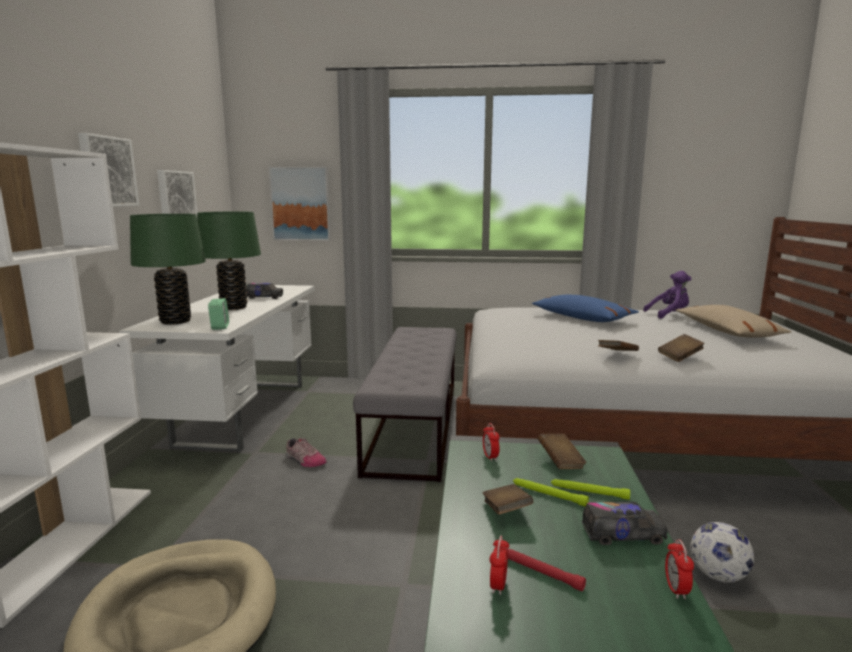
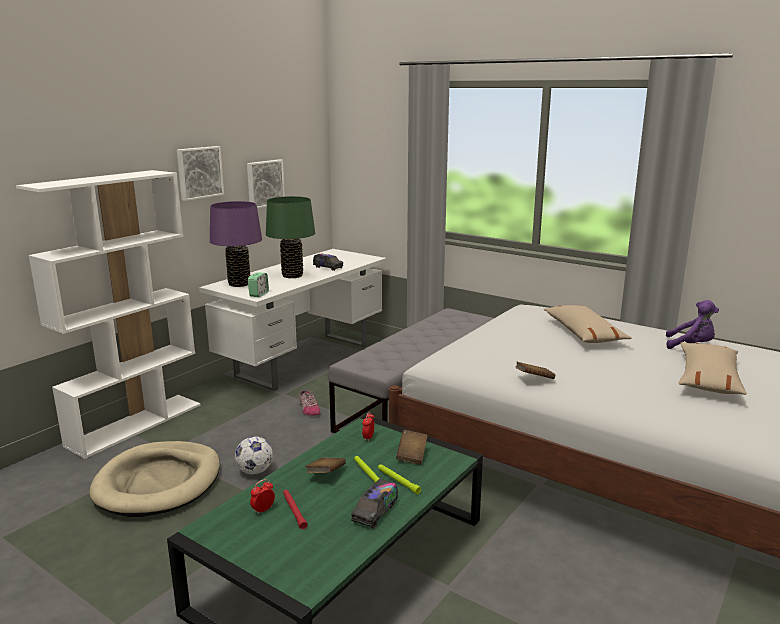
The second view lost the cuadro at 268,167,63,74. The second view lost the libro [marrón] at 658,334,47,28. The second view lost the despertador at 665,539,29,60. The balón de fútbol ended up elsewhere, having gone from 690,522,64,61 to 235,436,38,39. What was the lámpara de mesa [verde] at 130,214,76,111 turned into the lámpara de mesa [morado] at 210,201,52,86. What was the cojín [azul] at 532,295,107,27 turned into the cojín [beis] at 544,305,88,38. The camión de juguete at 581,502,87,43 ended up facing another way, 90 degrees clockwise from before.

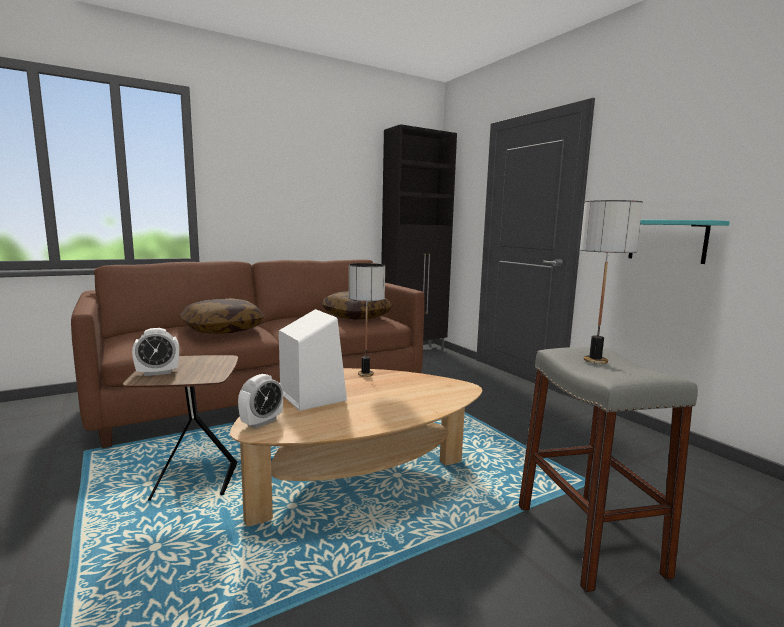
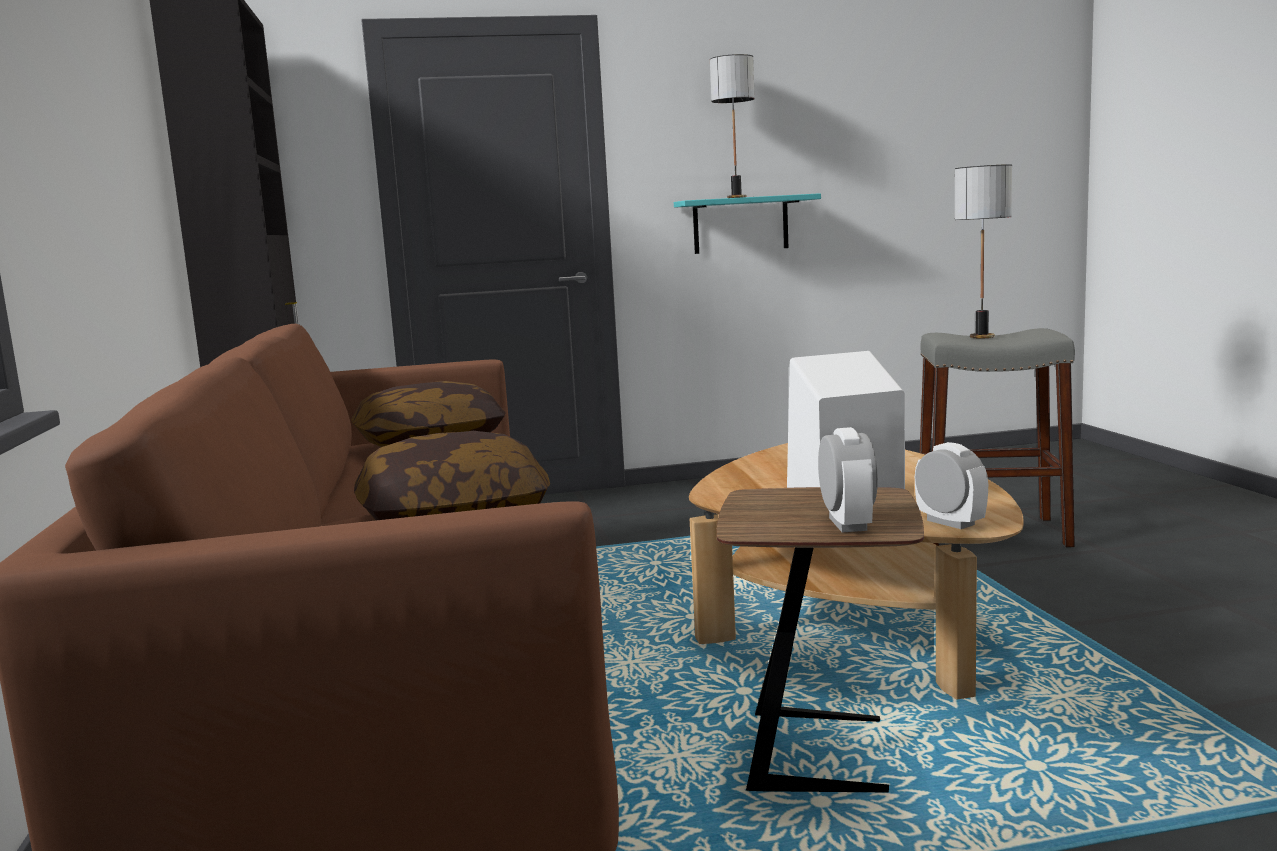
The lámpara de mesa ended up elsewhere, having gone from 349,263,36,114 to 710,54,45,144.

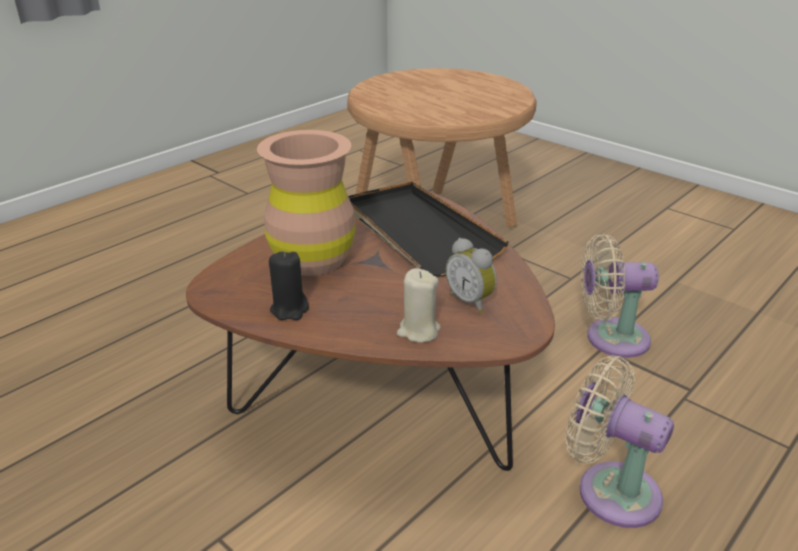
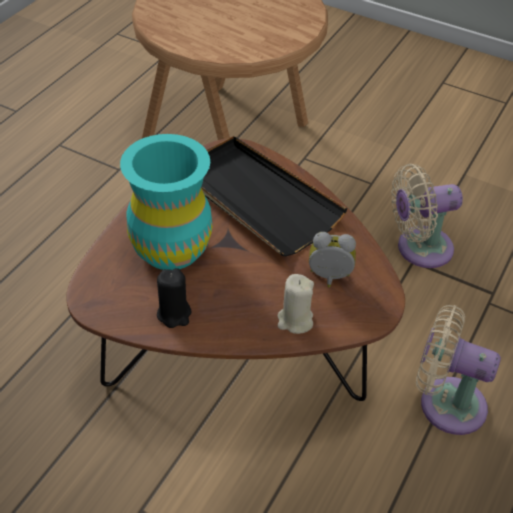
What was the florero [marrón] at 257,130,99,146 turned into the florero [turquesa] at 120,134,93,136. The despertador at 446,238,51,75 ended up facing another way, 150 degrees clockwise from before.

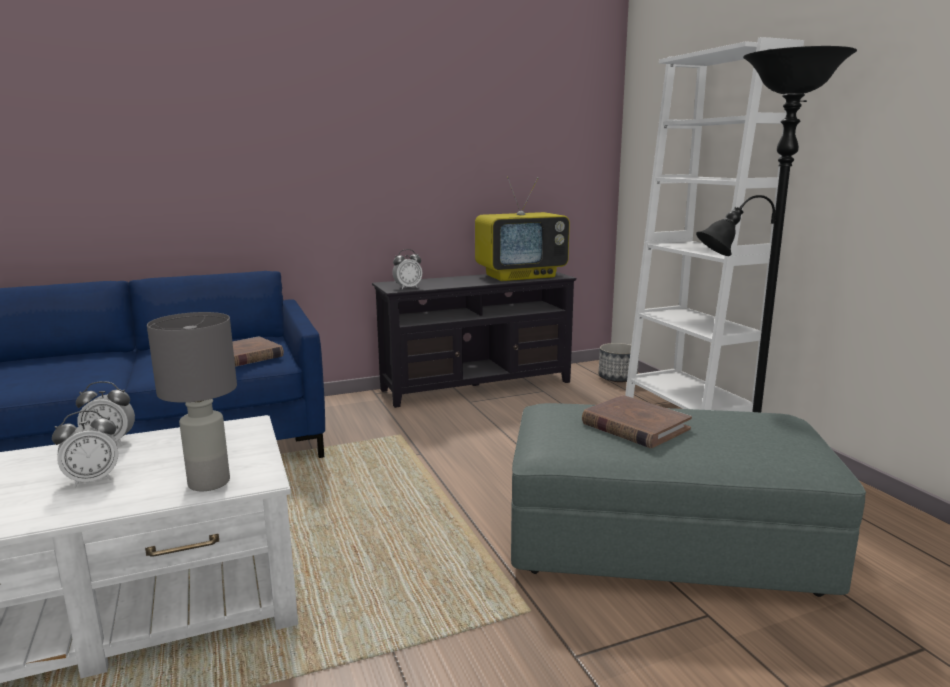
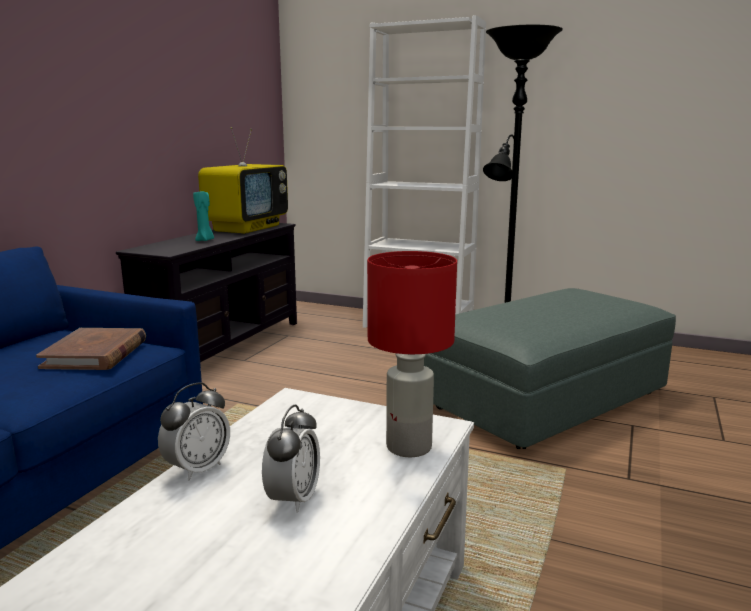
The second view lost the despertador at 392,249,30,40. The second view lost the libro [marrón] at 582,395,110,53. The second view lost the maceta at 599,343,40,39. The second view gained the vela [turquesa] at 193,191,21,50. What was the lámpara de mesa [gris] at 147,312,90,179 turned into the lámpara de mesa [rojo] at 367,251,90,206.

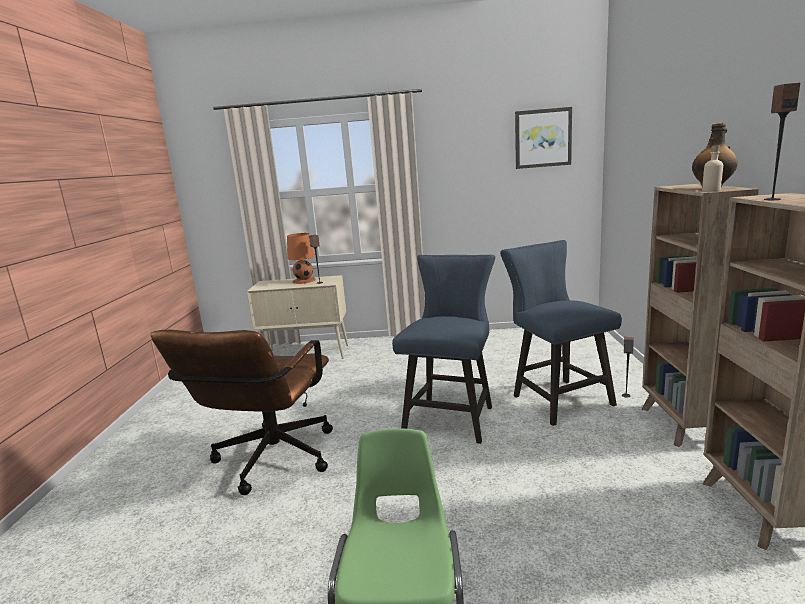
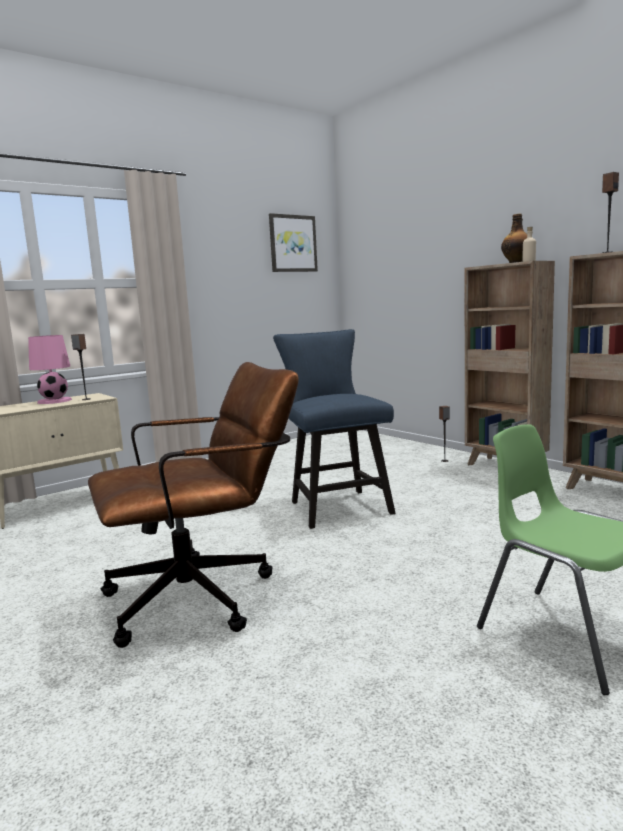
The second view lost the silla [azul] at 500,240,122,186. What was the lámpara de mesa [naranja] at 287,233,29,51 turned into the lámpara de mesa [rosa] at 28,335,44,69. The silla de oficina [marrón] at 150,329,183,166 ended up facing another way, 90 degrees counterclockwise from before.

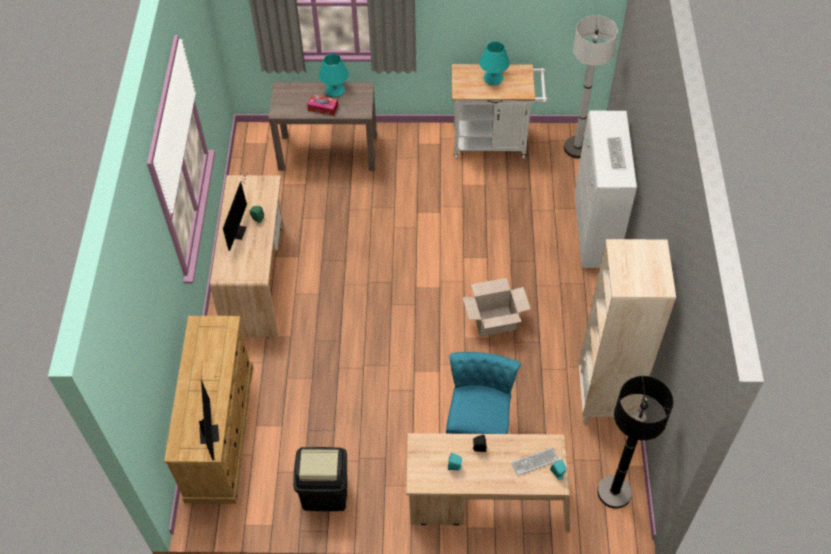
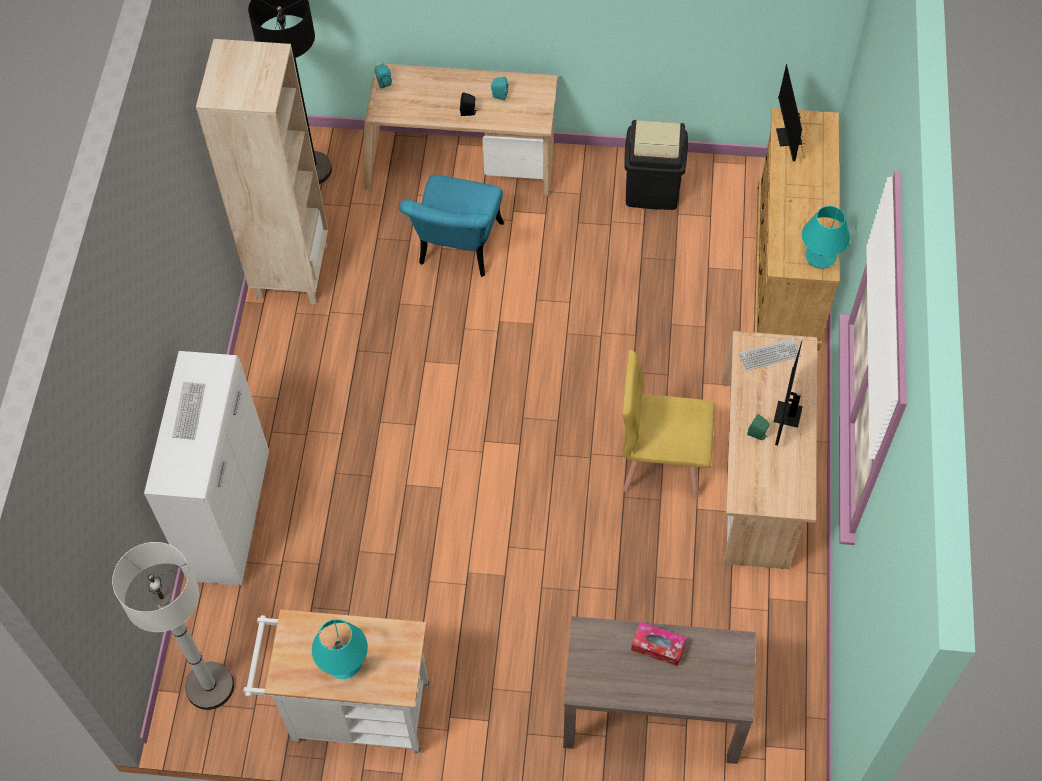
The second view lost the caja de cartón at 462,278,69,58. The second view gained the silla [amarillo] at 622,350,93,149. The lámpara de mesa [turquesa] ended up elsewhere, having gone from 319,54,30,43 to 802,206,48,63. The teclado ended up elsewhere, having gone from 511,447,49,29 to 739,338,62,33.

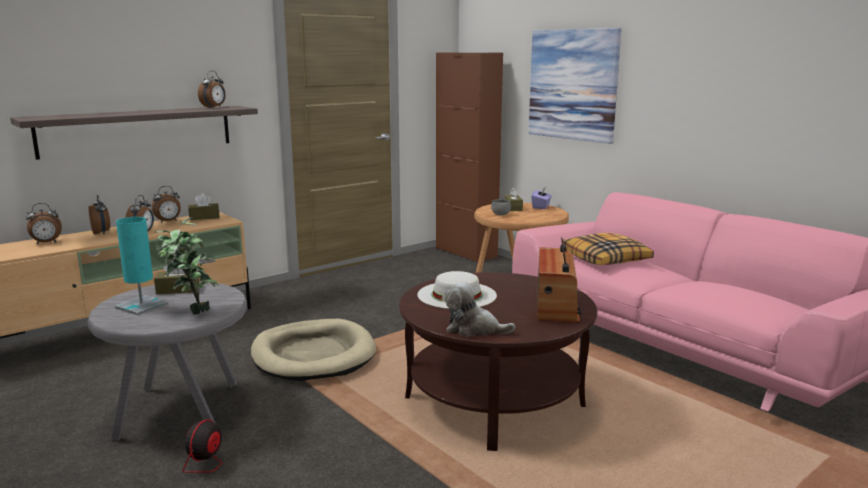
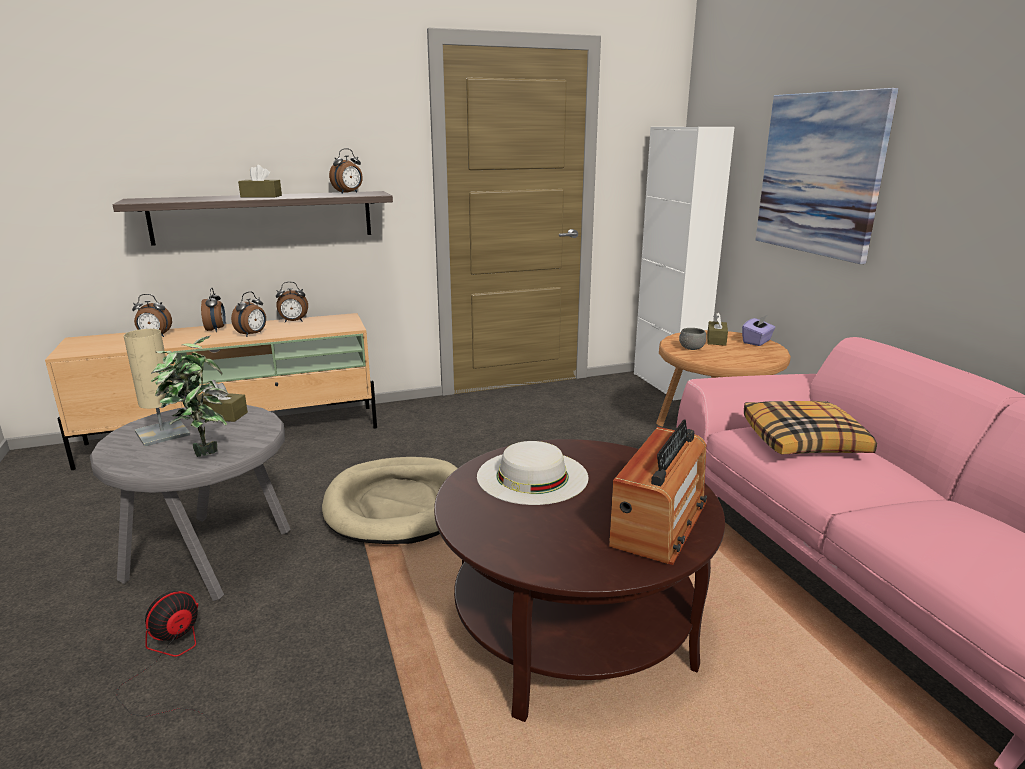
The second view lost the peluche at 444,282,71,55. The caja de pañuelos [marrón] ended up elsewhere, having gone from 188,193,32,27 to 238,165,44,33. What was the lámpara de mesa [turquesa] at 115,217,53,98 turned into the lámpara de mesa [beis] at 123,329,67,118. What was the armario [marrón] at 436,53,67,209 turned into the armario [blanco] at 634,127,100,273.

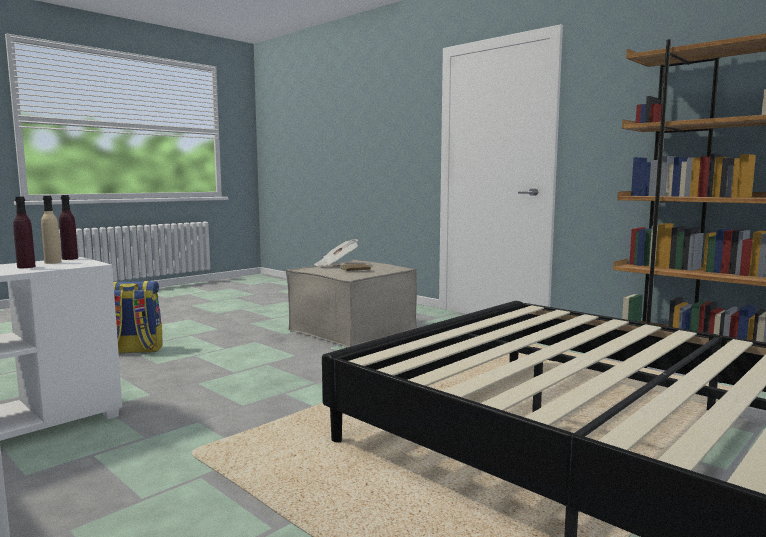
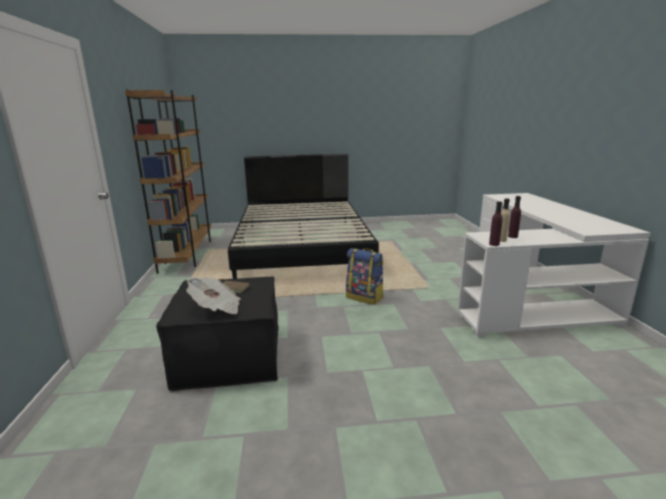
The mochila ended up elsewhere, having gone from 113,281,50,72 to 346,248,38,57. What was the puf [beis] at 286,260,131,88 turned into the puf [negro] at 156,276,123,115.

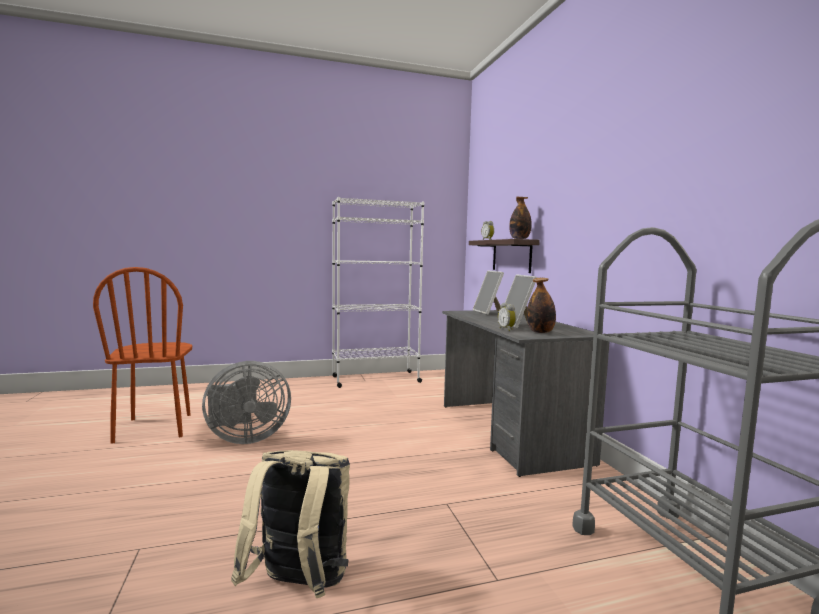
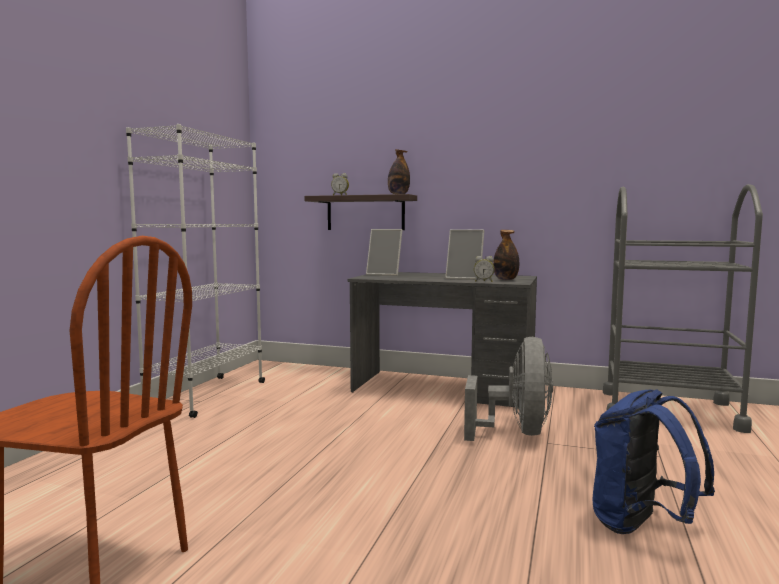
The ventilador [gris] ended up elsewhere, having gone from 202,361,89,83 to 464,337,89,104. What was the mochila [beis] at 231,450,119,148 turned into the mochila [azul] at 593,390,122,144.

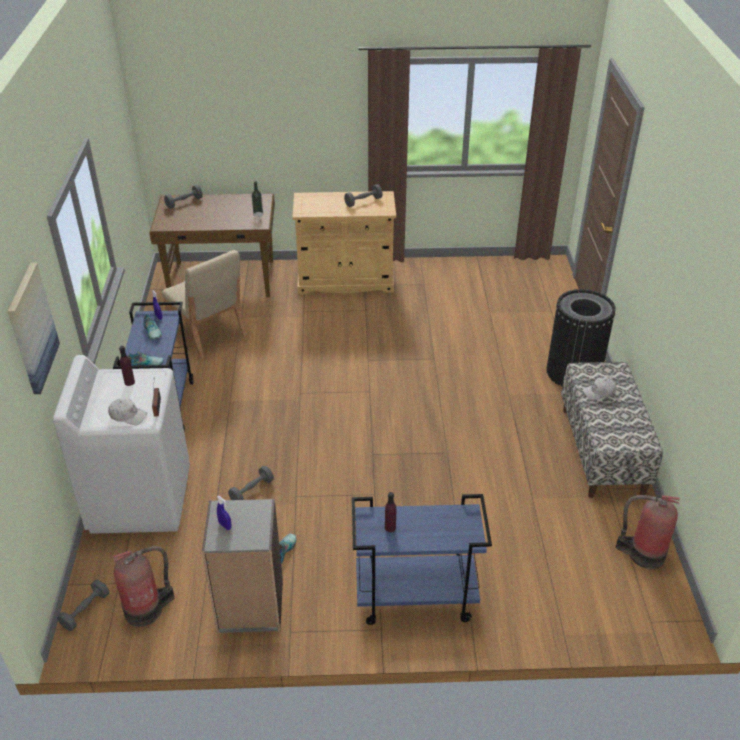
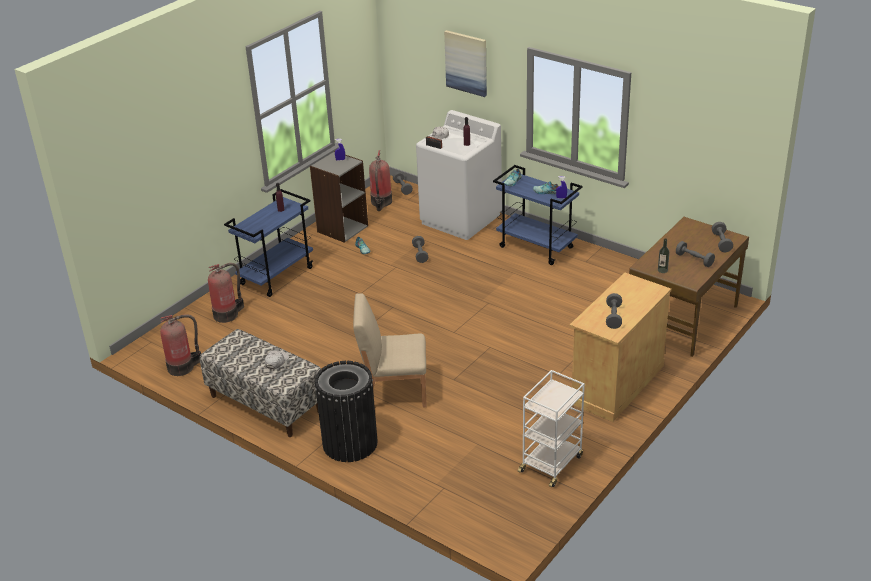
The second view gained the extintor at 208,263,36,60. The second view gained the carrito [blanco] at 518,370,67,117. The second view gained the mancuerna [gris] at 676,241,39,26. The silla [beis] ended up elsewhere, having gone from 162,250,86,109 to 353,293,74,114.

